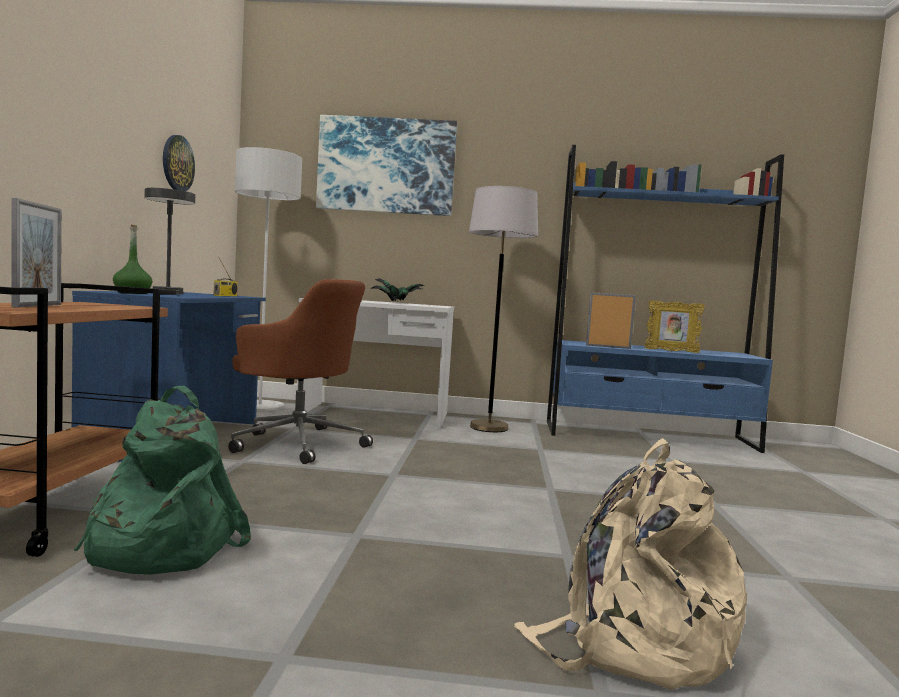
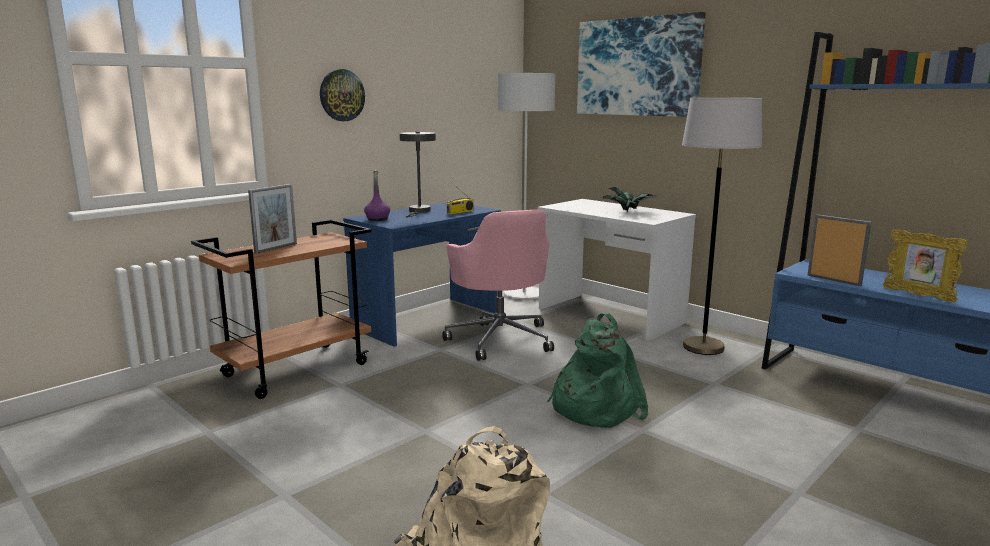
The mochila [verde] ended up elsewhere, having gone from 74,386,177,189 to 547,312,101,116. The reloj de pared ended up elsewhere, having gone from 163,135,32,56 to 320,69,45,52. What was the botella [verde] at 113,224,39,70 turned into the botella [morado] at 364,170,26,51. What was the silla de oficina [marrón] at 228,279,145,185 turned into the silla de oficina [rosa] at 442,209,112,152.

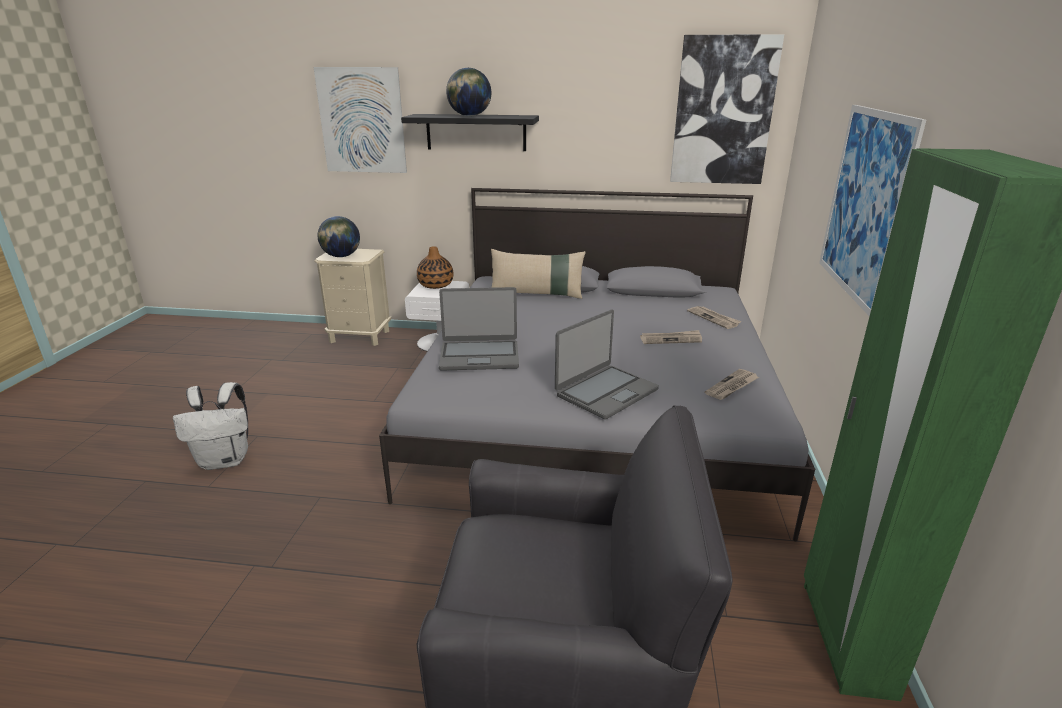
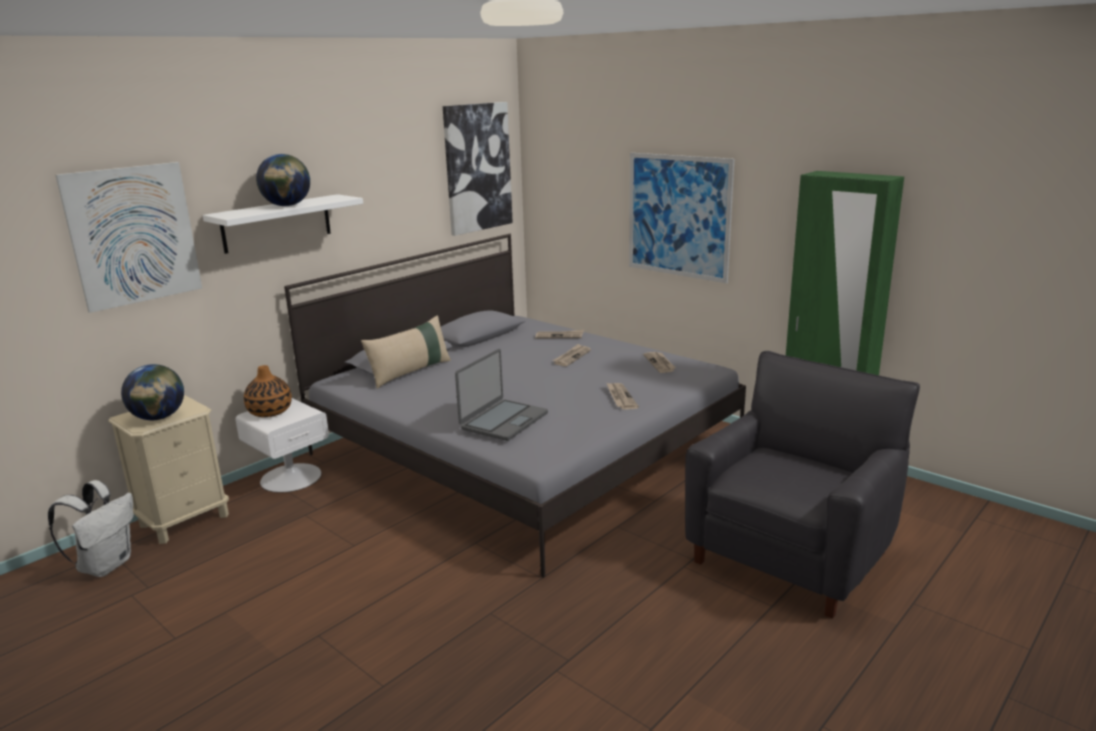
The mochila [blanco] ended up elsewhere, having gone from 173,382,75,88 to 48,480,86,97. Where the portátil stood at 555,310,104,109, the periódico came to stand at 607,383,32,27. What was the estante [negro] at 401,114,138,37 turned into the estante [blanco] at 203,194,160,60.

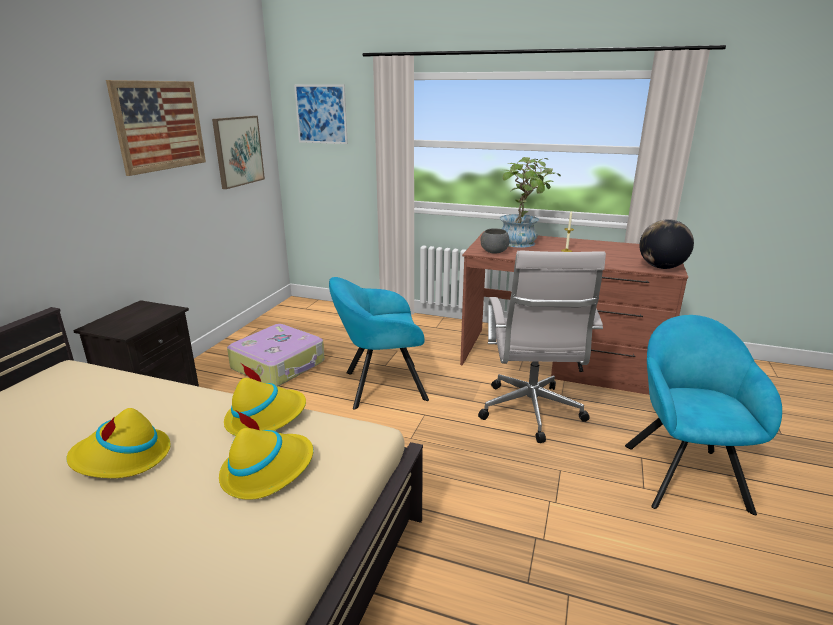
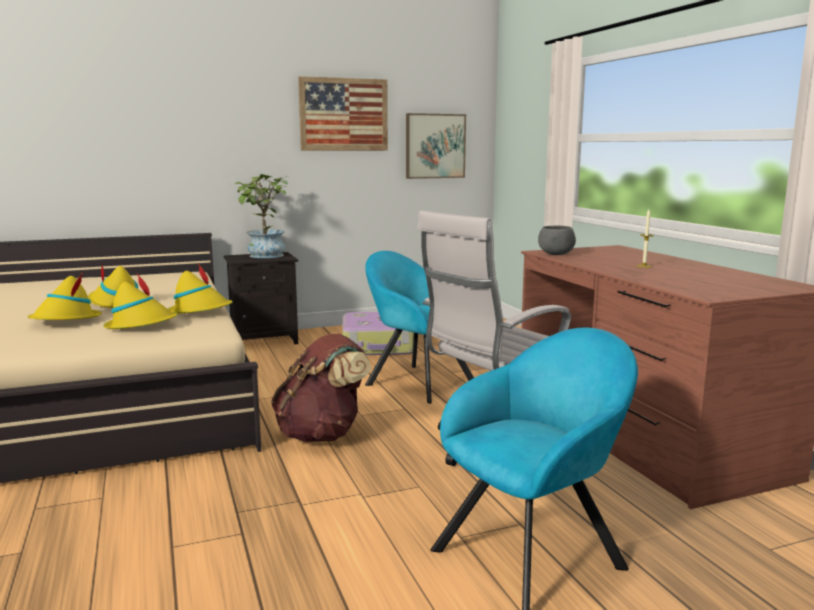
The second view lost the cuadro at 294,84,54,60. The second view lost the globo terráqueo at 640,219,54,50. The second view gained the sombrero [amarillo] at 27,272,75,48. The second view gained the mochila [marrón] at 271,334,100,108. The planta en maceta ended up elsewhere, having gone from 500,157,61,91 to 235,174,53,84.

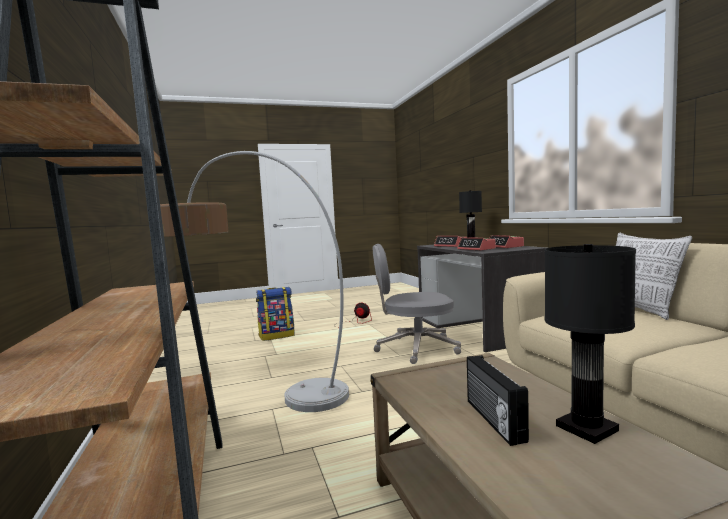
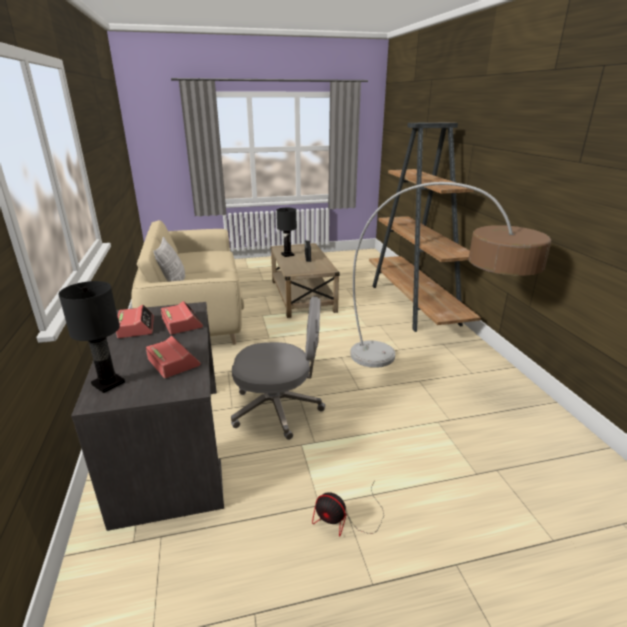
The second view lost the mochila at 256,287,39,54.

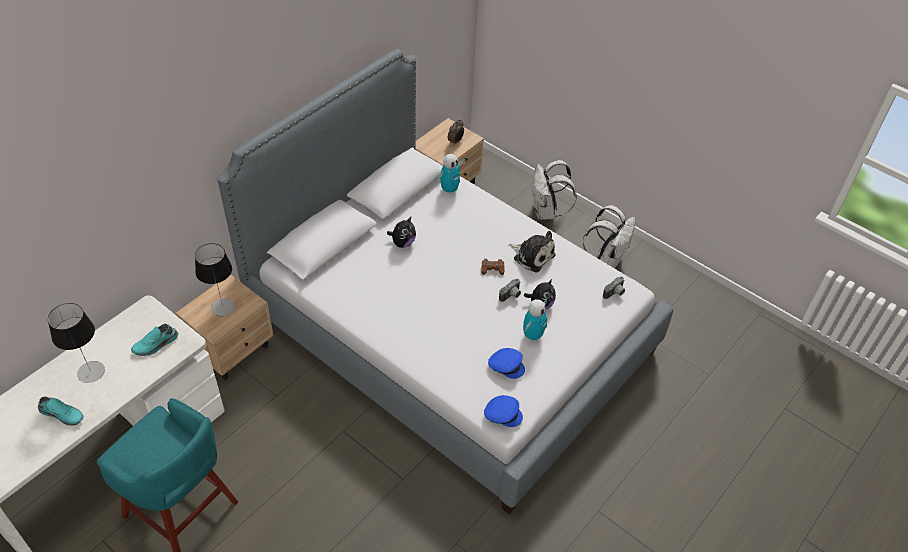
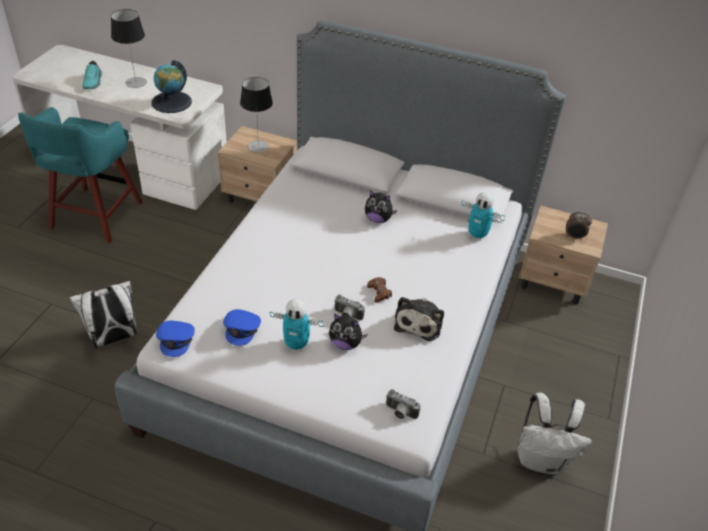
The mochila [blanco] ended up elsewhere, having gone from 532,160,45,60 to 69,281,68,68. Where the zapato [turquesa] stood at 131,324,48,32, the globo terráqueo came to stand at 152,60,40,53.

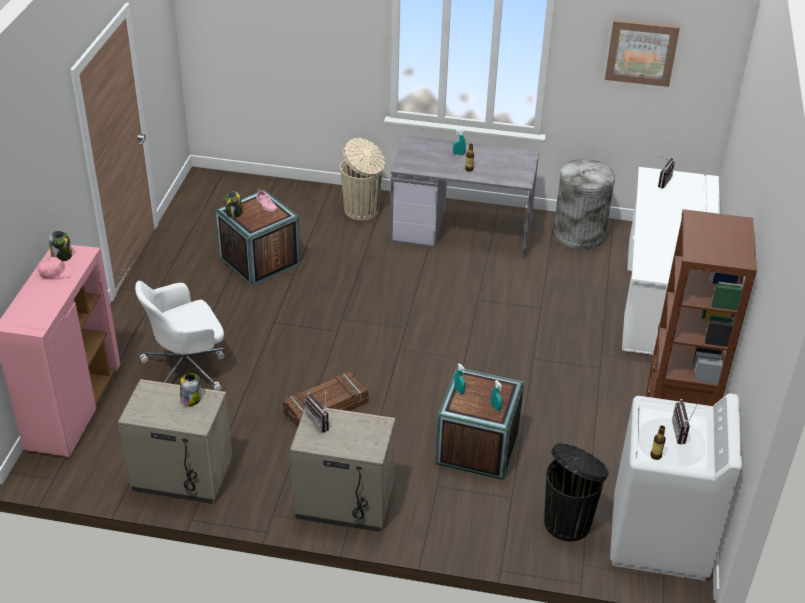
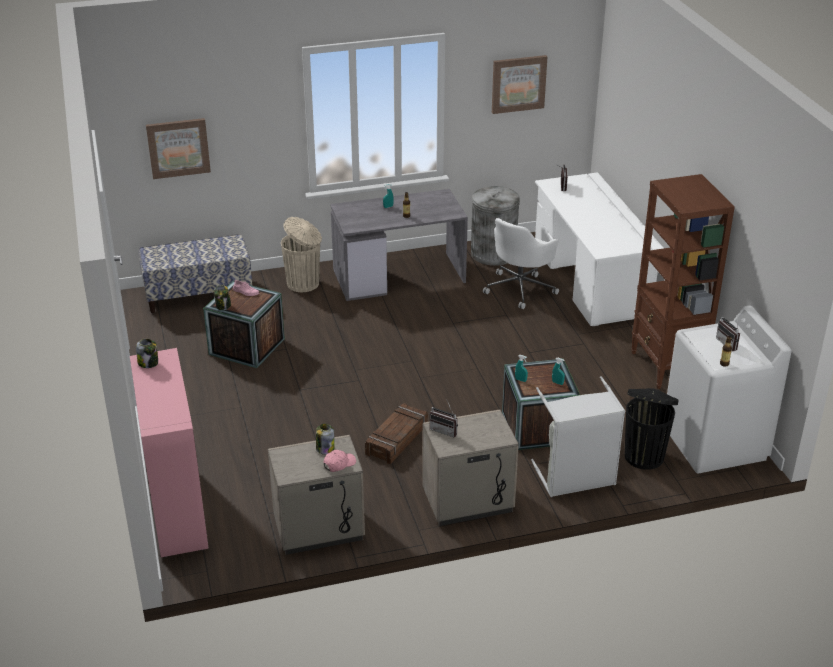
The second view gained the banco at 139,234,113,79. The second view gained the cuadro at 146,118,65,61. The second view gained the cesto de la ropa [gris] at 531,376,94,121. The gorra [rosa] ended up elsewhere, having gone from 38,257,36,21 to 323,450,33,22. The silla de oficina [blanco] ended up elsewhere, having gone from 135,281,90,110 to 483,218,76,91.

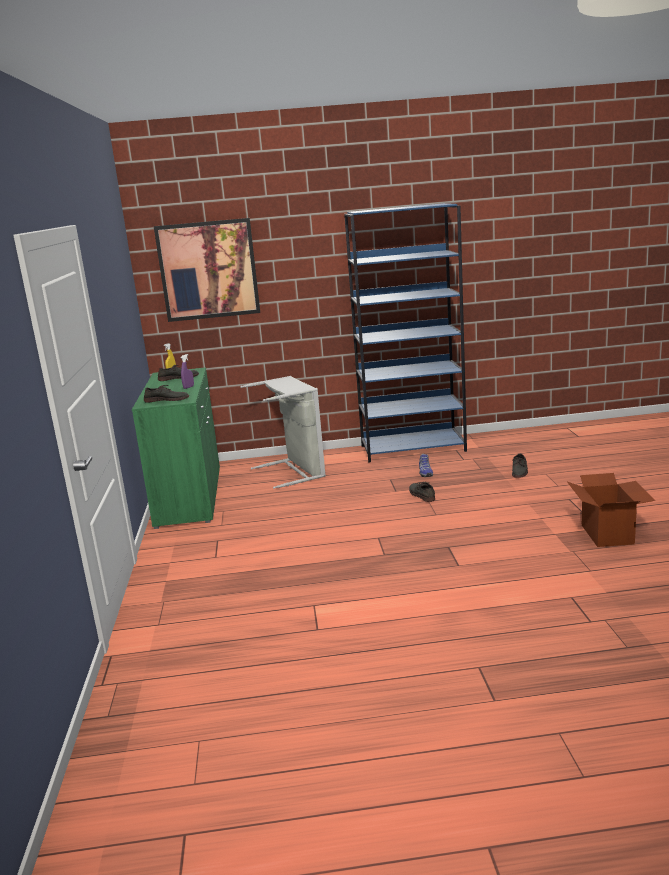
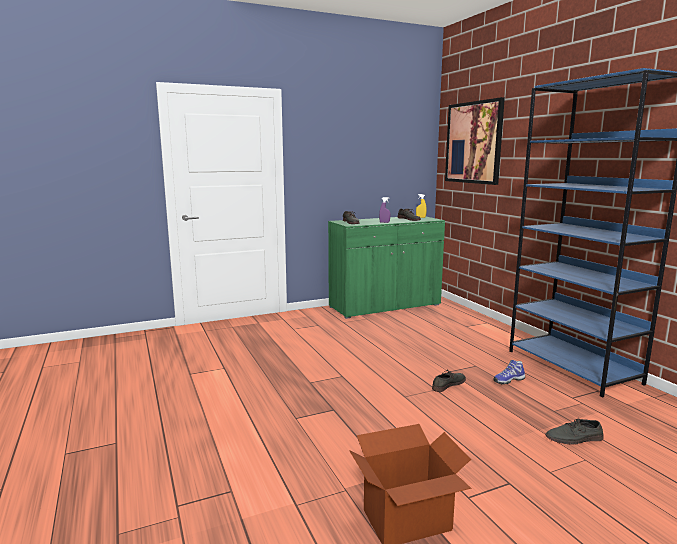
The second view lost the cesto de la ropa [gris] at 240,376,86,113.

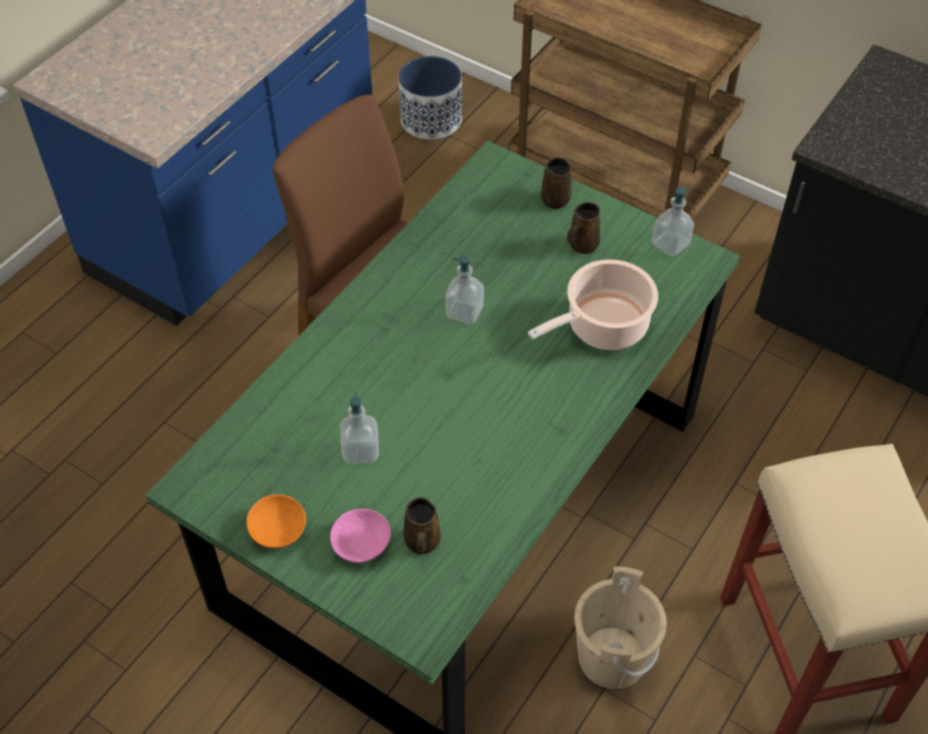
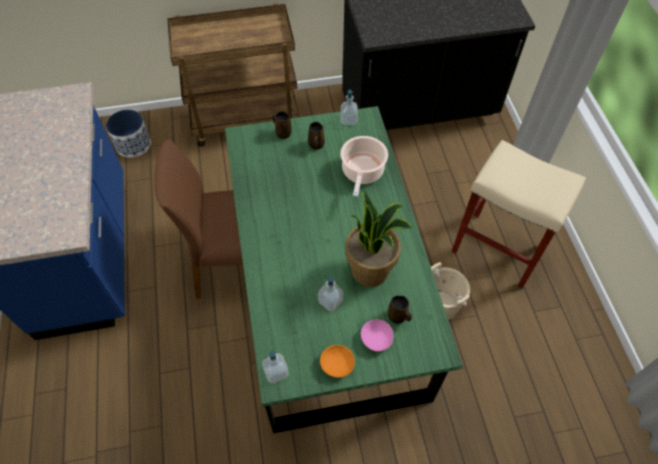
The second view gained the planta en maceta at 345,190,68,97. The dispensador de jabón ended up elsewhere, having gone from 445,256,39,68 to 262,351,27,32.

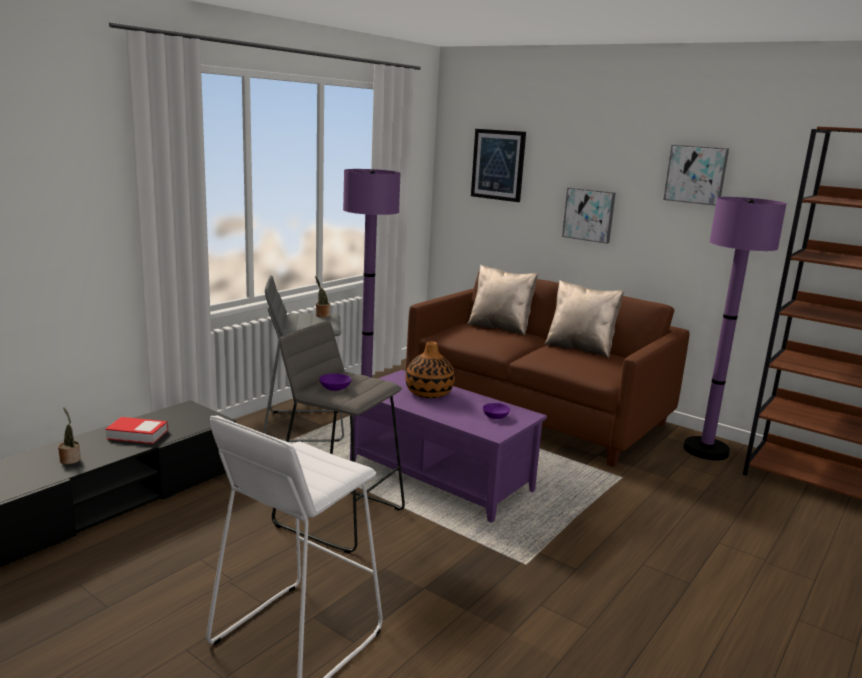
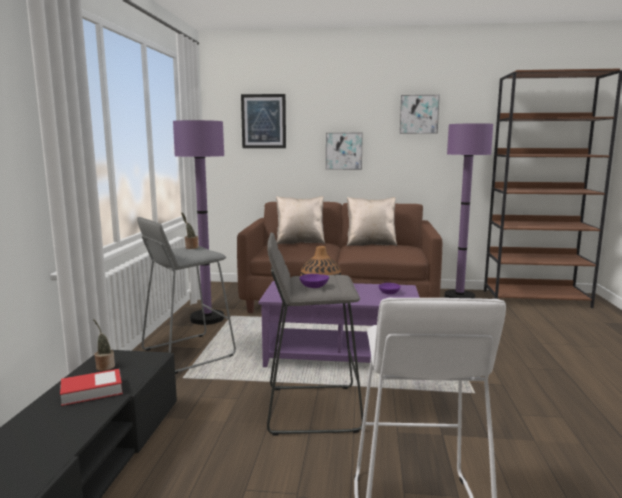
The planta en maceta ended up elsewhere, having gone from 58,407,23,57 to 93,319,22,52.

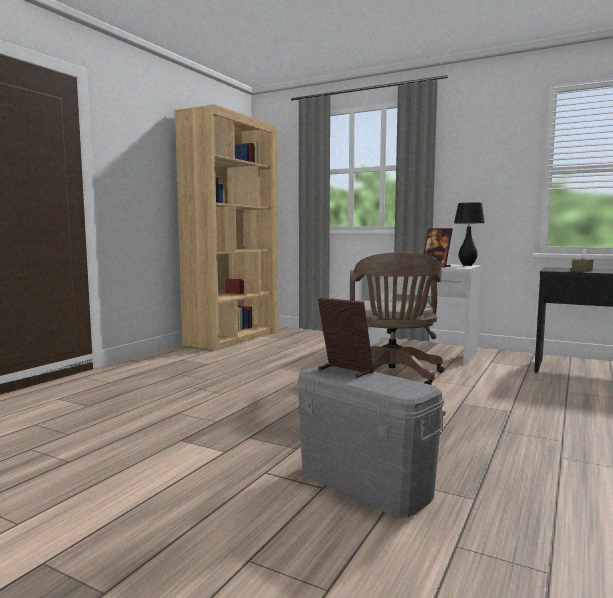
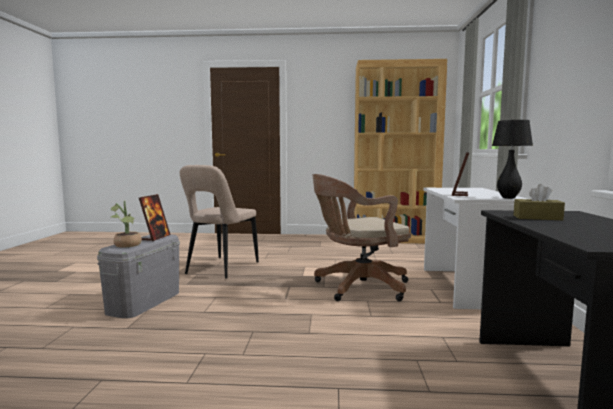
The second view gained the planta en maceta at 111,201,31,47. The second view gained the silla [beis] at 180,165,79,113.

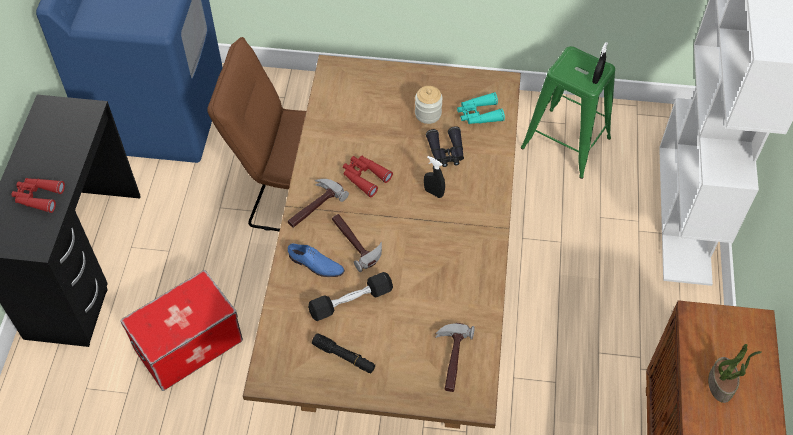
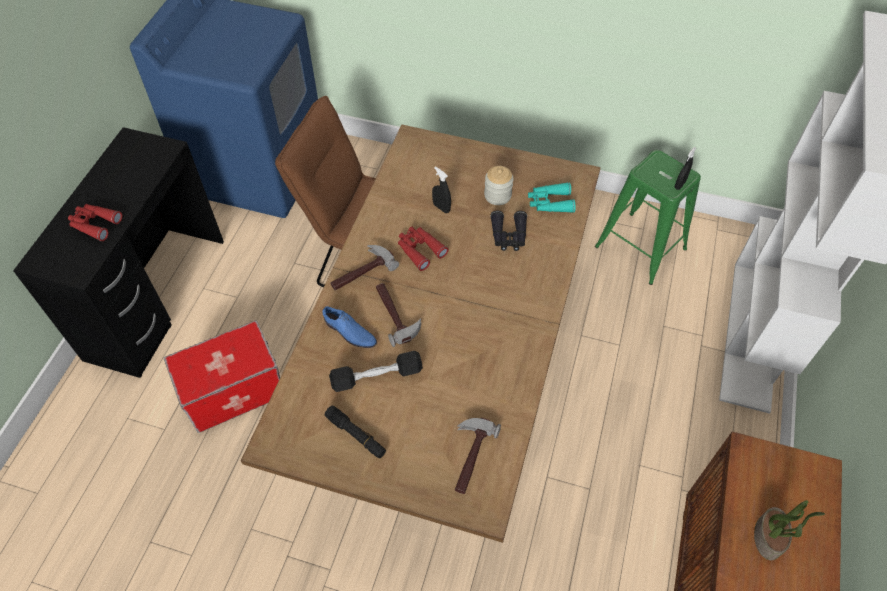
The pulverizador [negro] ended up elsewhere, having gone from 424,156,21,42 to 432,166,19,47.

